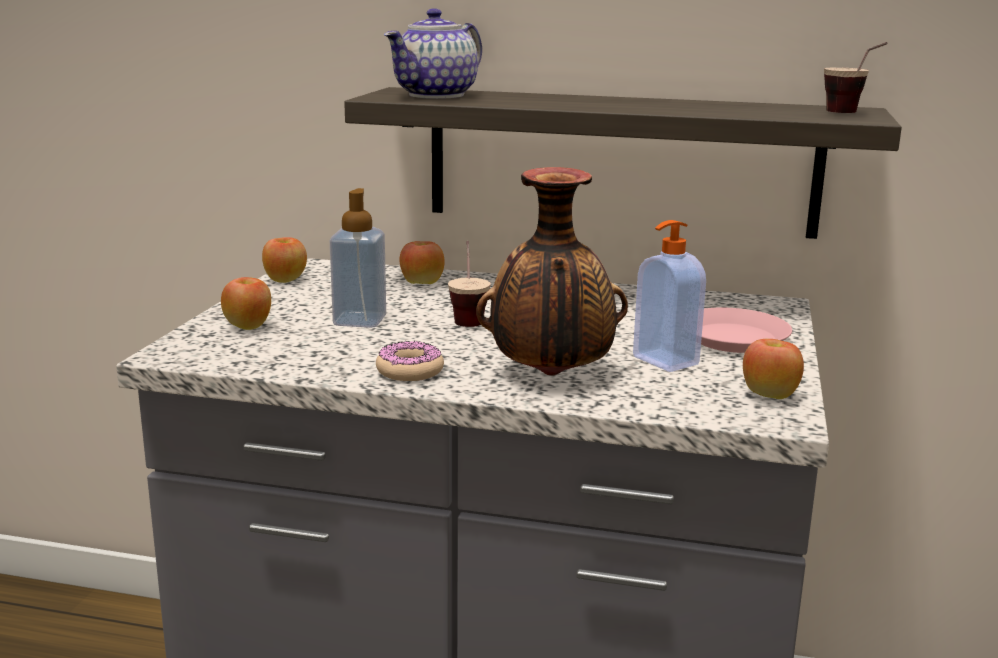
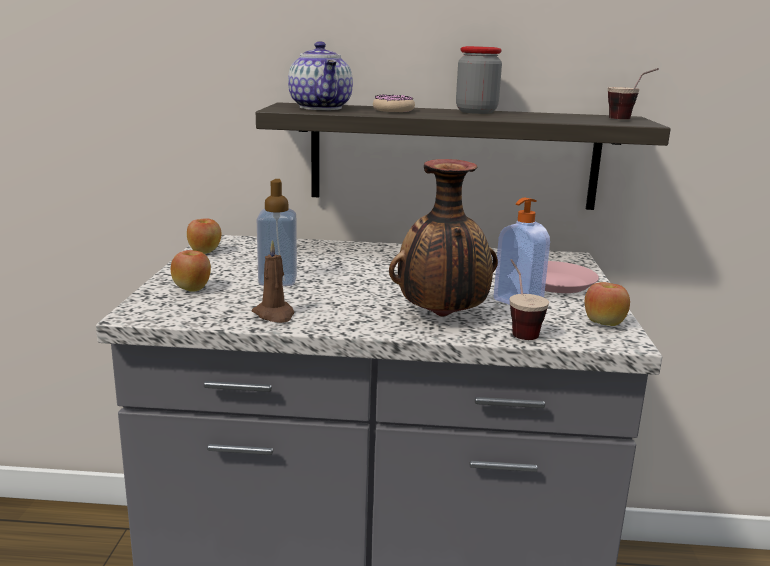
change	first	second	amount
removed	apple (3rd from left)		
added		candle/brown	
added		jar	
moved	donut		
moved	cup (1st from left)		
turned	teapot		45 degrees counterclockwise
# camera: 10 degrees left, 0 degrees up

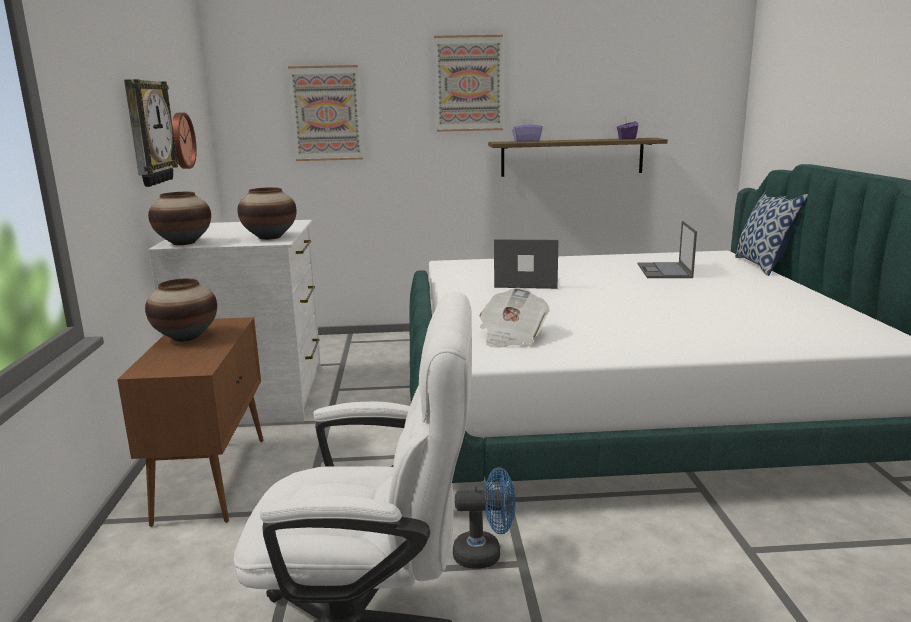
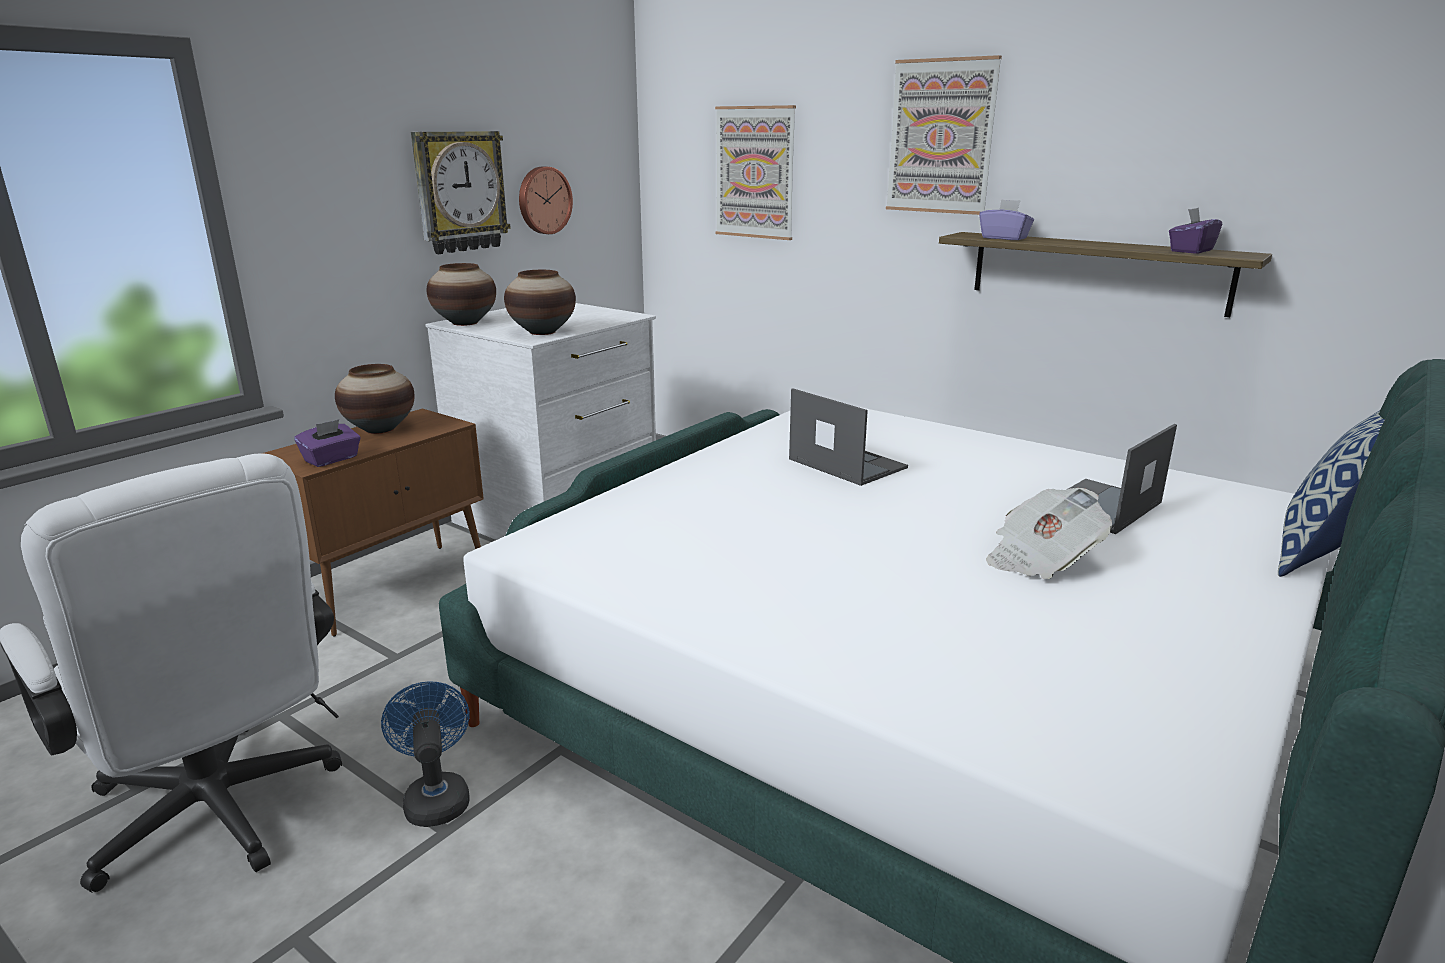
change	first	second	amount
added		tissue box/purple (1st from left)	
moved	newspaper		
turned	fan/blue		150 degrees counterclockwise
# camera: 40 degrees right, 5 degrees up

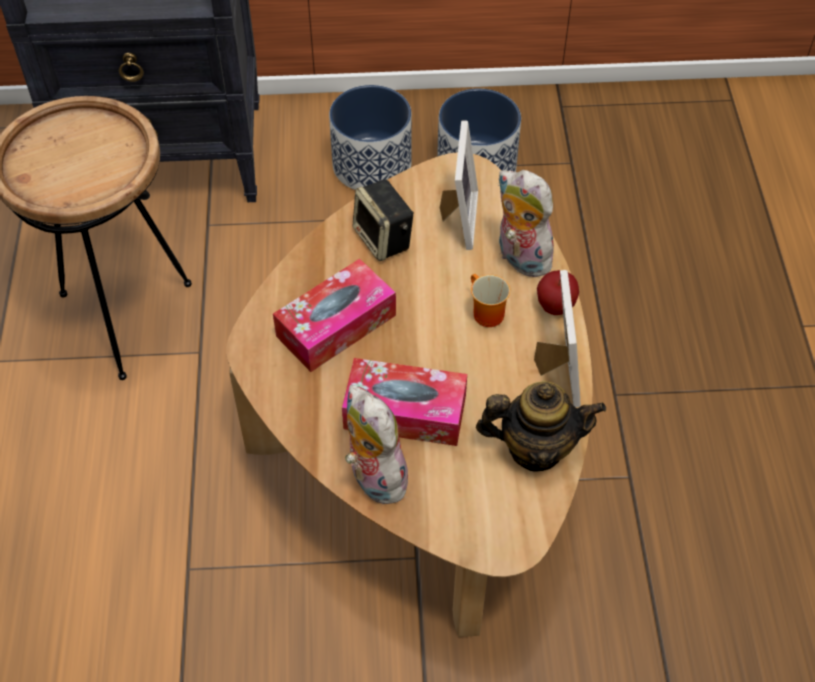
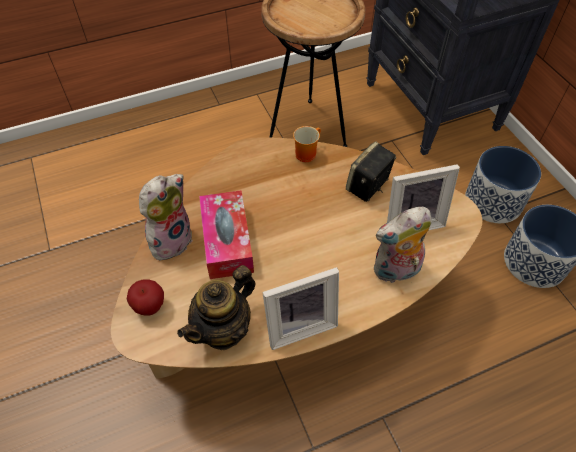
change	first	second	amount
removed	tissue box (1st from left)		
moved	mug		
moved	apple		
turned	teapot		60 degrees clockwise
turned	plush toy (2nd from left)		135 degrees counterclockwise
# camera: 70 degrees right, 0 degrees up

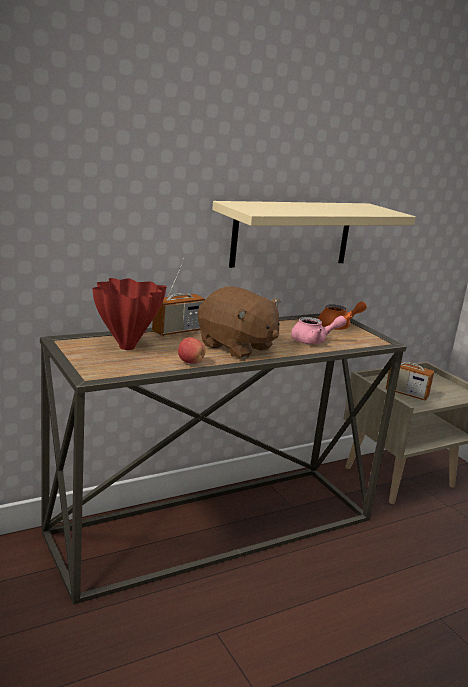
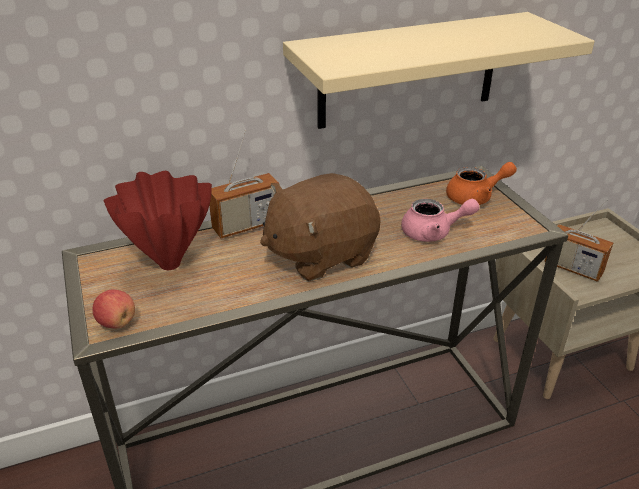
change	first	second	amount
moved	apple		
turned	plush toy/brown		105 degrees clockwise
# camera: 10 degrees right, 15 degrees up

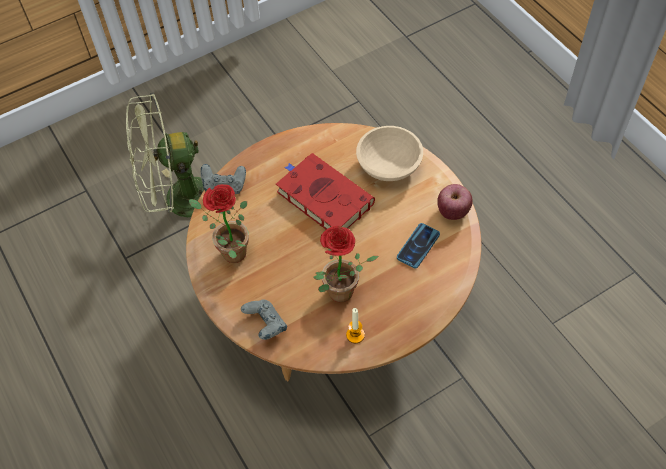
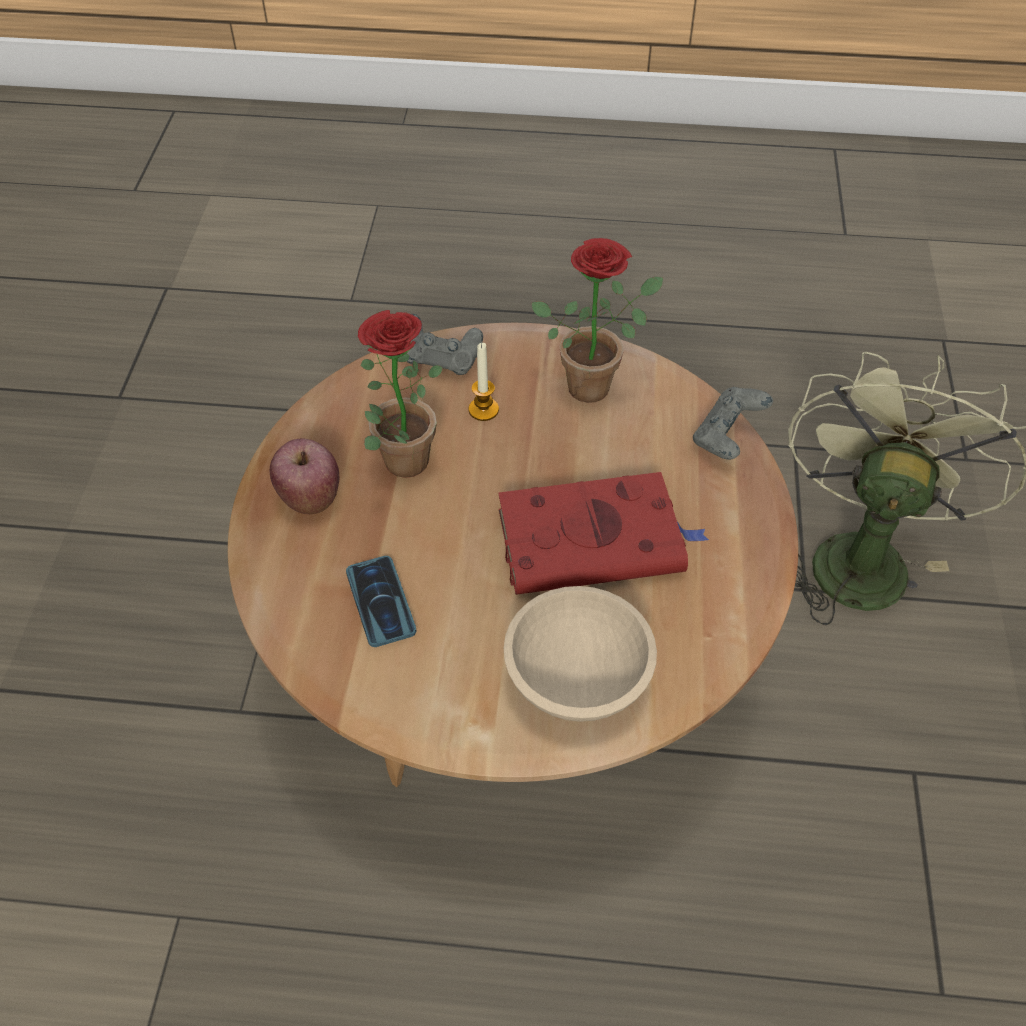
change	first	second	amount
moved	candle		
moved	apple		
# camera: 125 degrees right, 5 degrees down

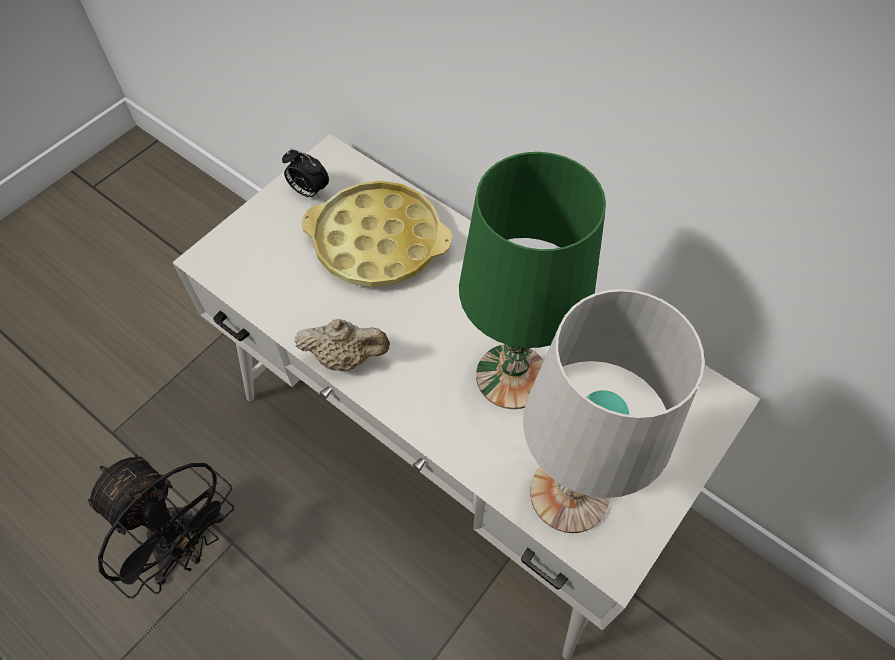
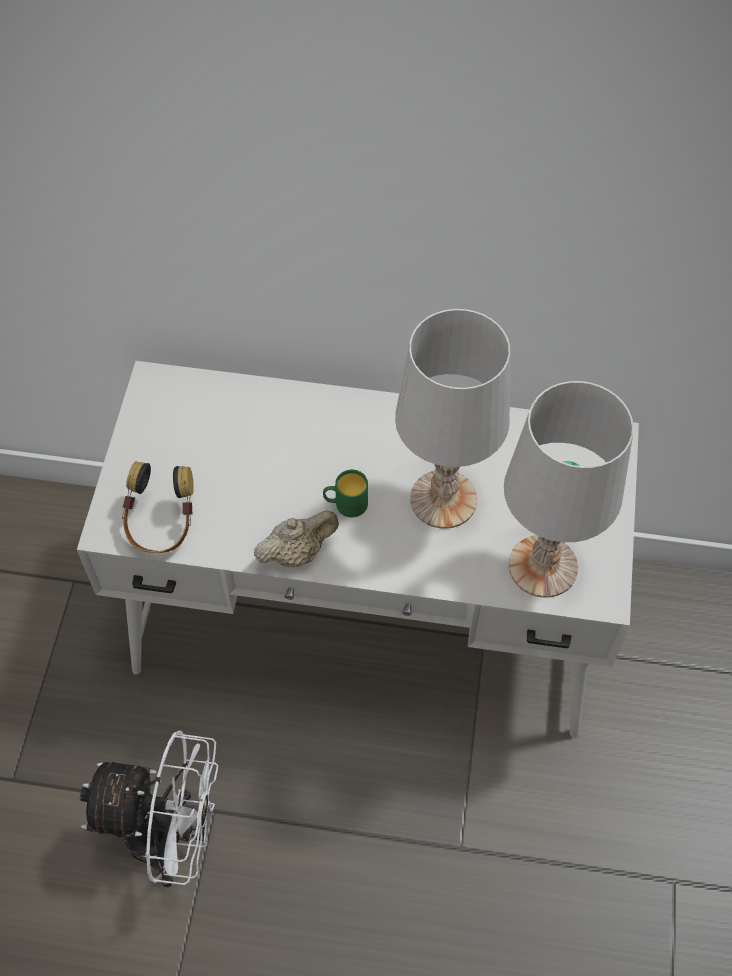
change	first	second	amount
removed	alarm clock		
removed	tray/yellow		
added		headphones	
added		mug/green	
recoloured	fan/black	fan/white	
recoloured	table lamp/green	table lamp/white (1st from left)	
# camera: 30 degrees left, 0 degrees up

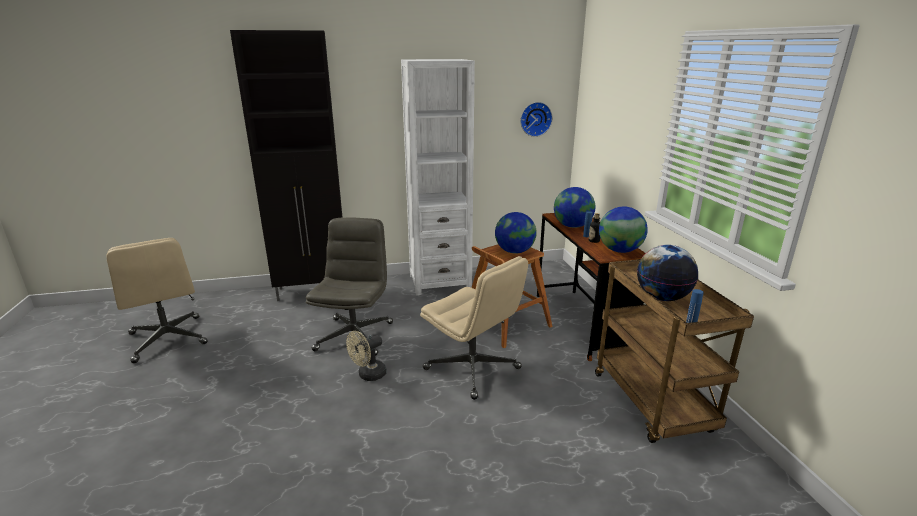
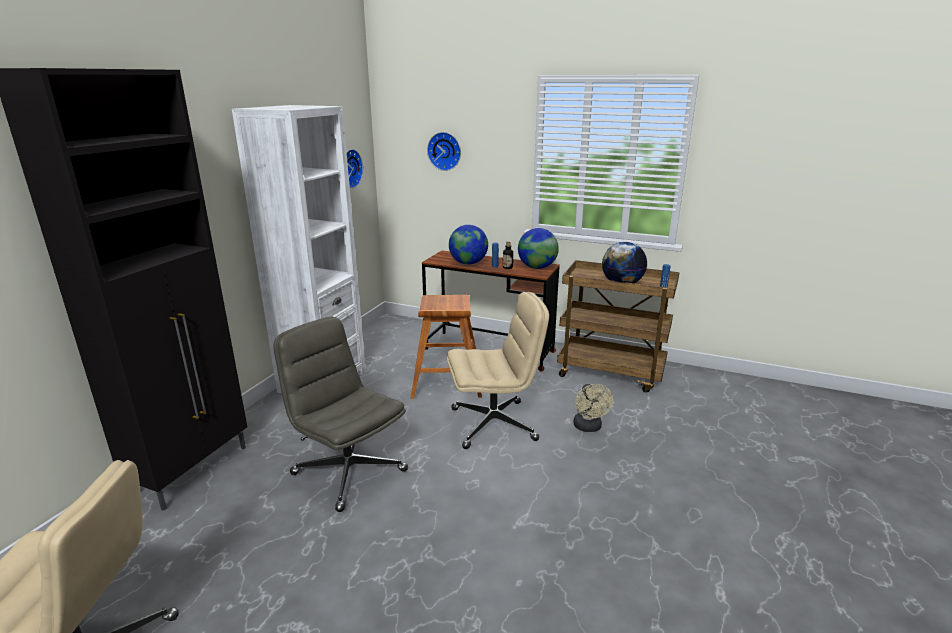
change	first	second	amount
removed	globe (1st from left)		
added		wall clock (2nd from left)	
moved	fan/beige		
# camera: 55 degrees left, 0 degrees up

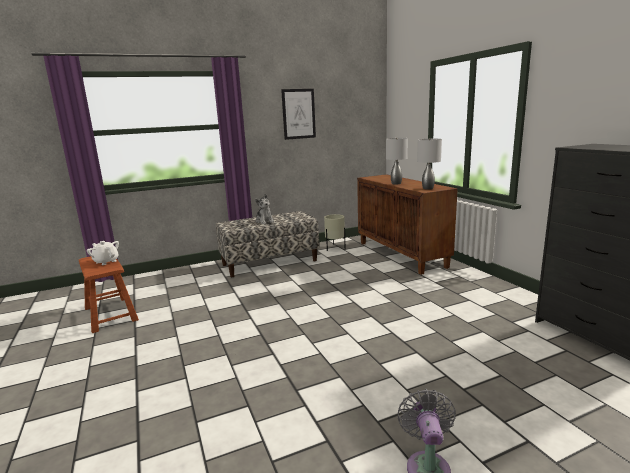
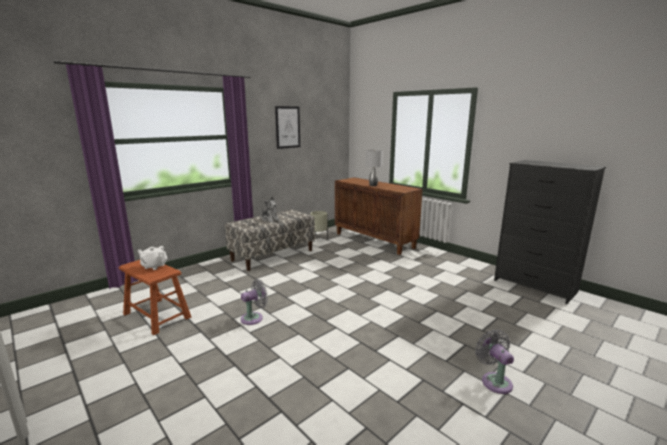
change	first	second	amount
removed	table lamp/grey (2nd from left)		
added		fan/grey (1st from left)	
# camera: 20 degrees left, 0 degrees up

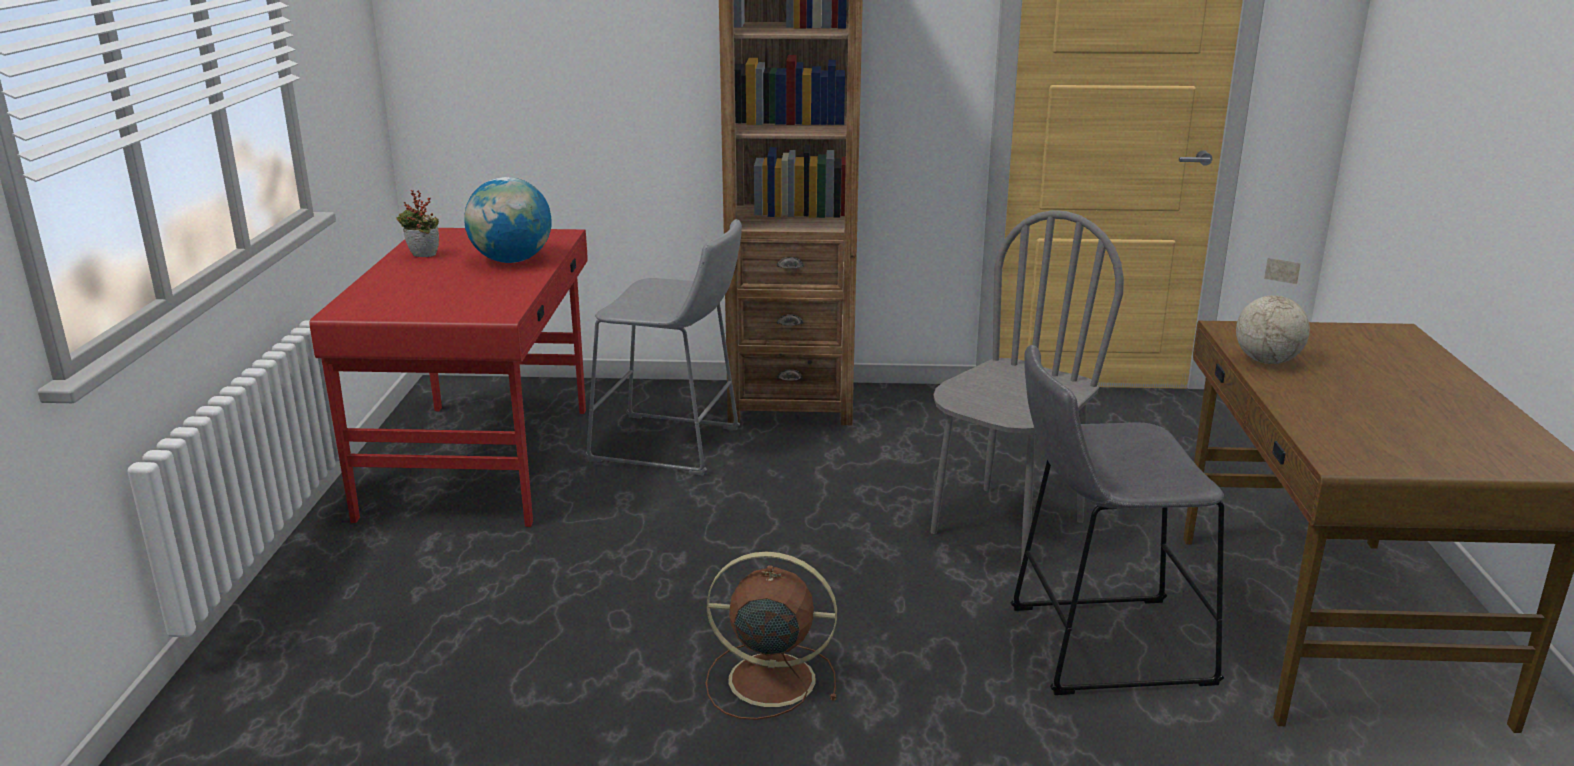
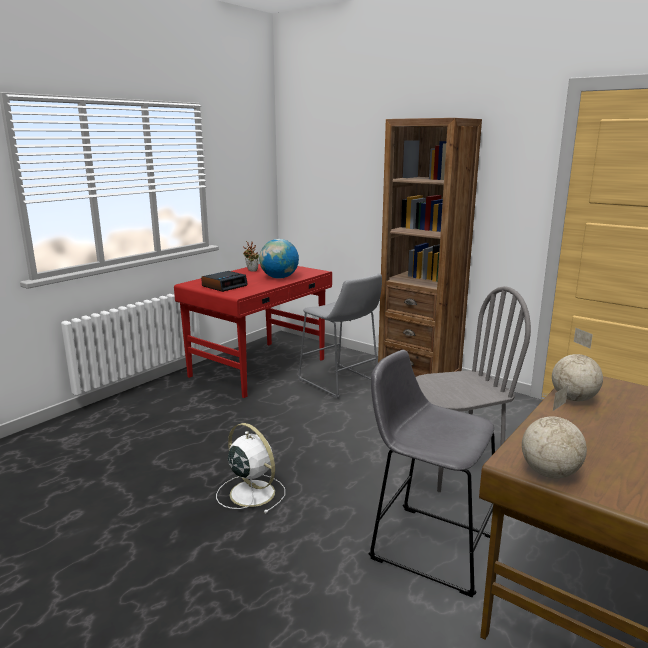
change	first	second	amount
added		alarm clock	
added		globe (2nd from left)	
recoloured	fan/brown	fan/white	
# camera: 35 degrees right, 5 degrees down

